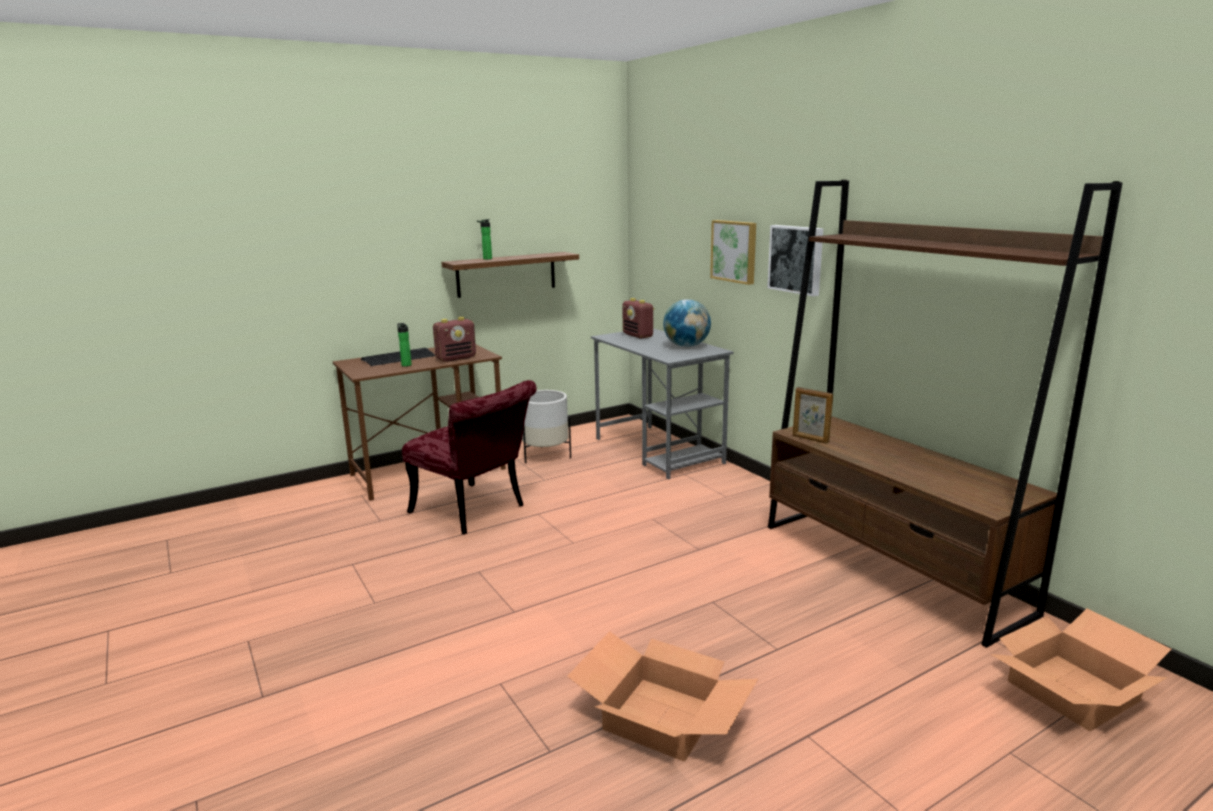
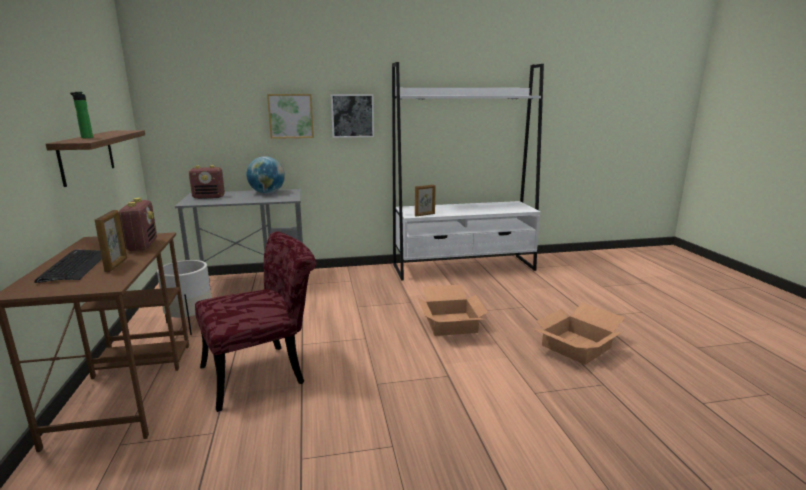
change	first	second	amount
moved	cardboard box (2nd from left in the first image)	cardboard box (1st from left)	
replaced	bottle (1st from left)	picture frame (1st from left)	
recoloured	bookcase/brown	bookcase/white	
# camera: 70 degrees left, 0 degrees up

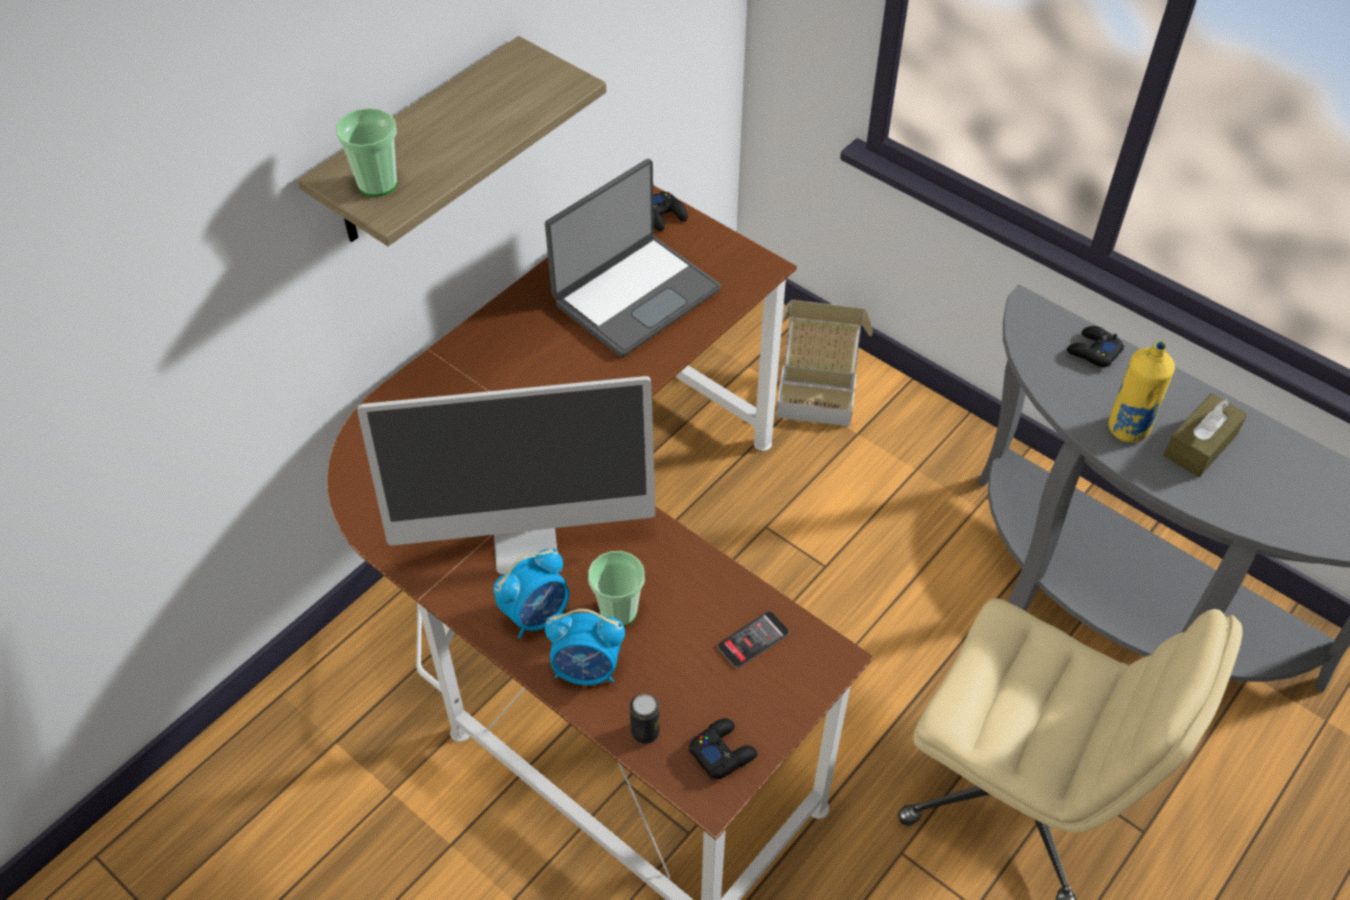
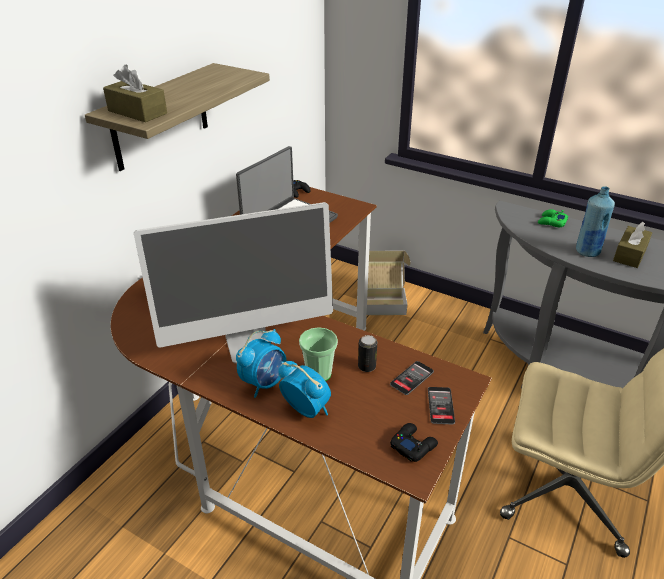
change	first	second	amount
added		phone (2nd from left)	
moved	can		
replaced	cup (1st from left)	tissue box/brown (1st from left)	
recoloured	game controller/black (3rd from left)	game controller/green	
recoloured	bottle/yellow	bottle/blue	
turned	alarm clock (2nd from left)		135 degrees counterclockwise
# camera: 10 degrees left, 15 degrees down

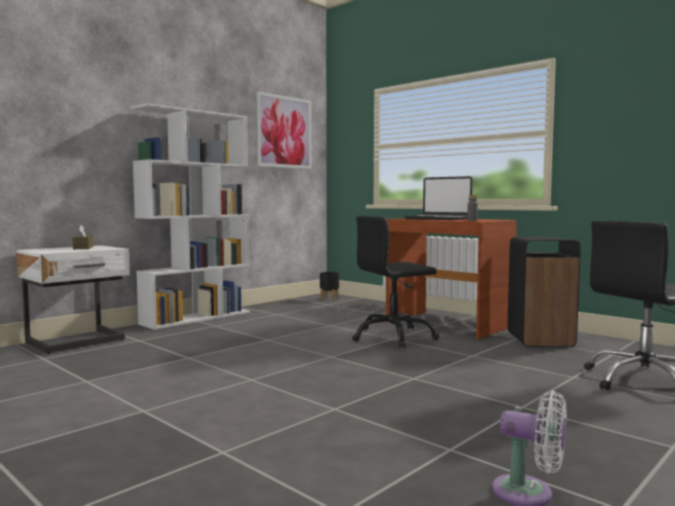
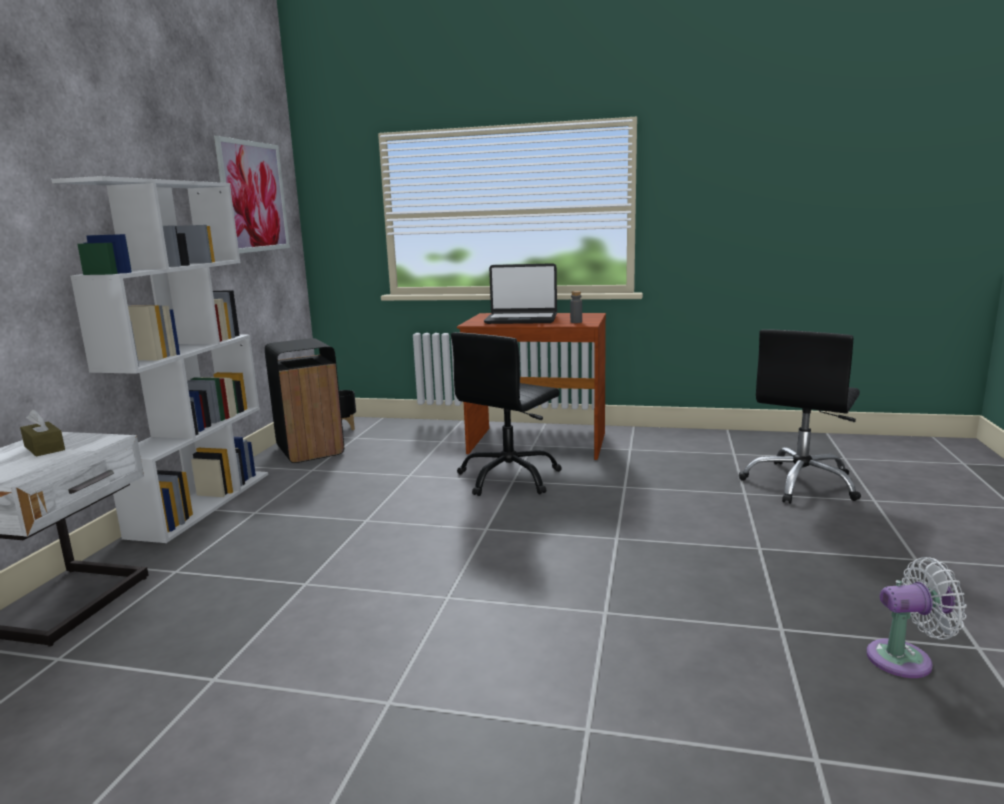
change	first	second	amount
moved	trash can/black		
# camera: 30 degrees left, 10 degrees up

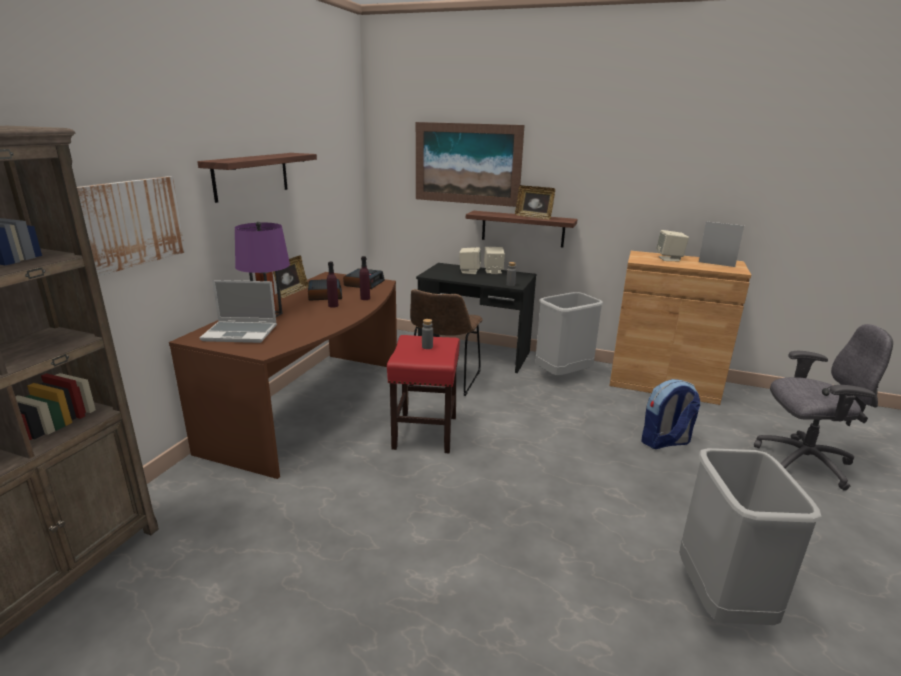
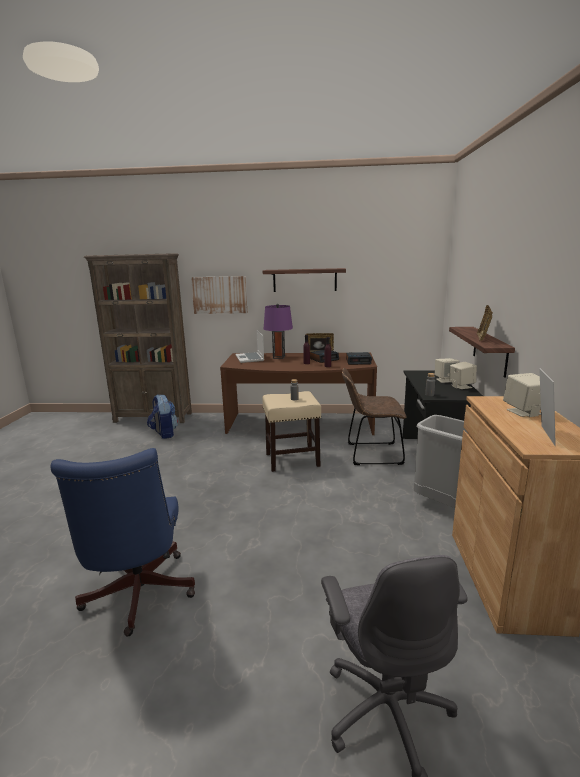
change	first	second	amount
removed	picture (2nd from left)		
moved	backpack		
replaced	trash can/grey (2nd from left)	office chair/blue	
recoloured	stool/red	stool/beige	
# camera: 75 degrees right, 5 degrees down

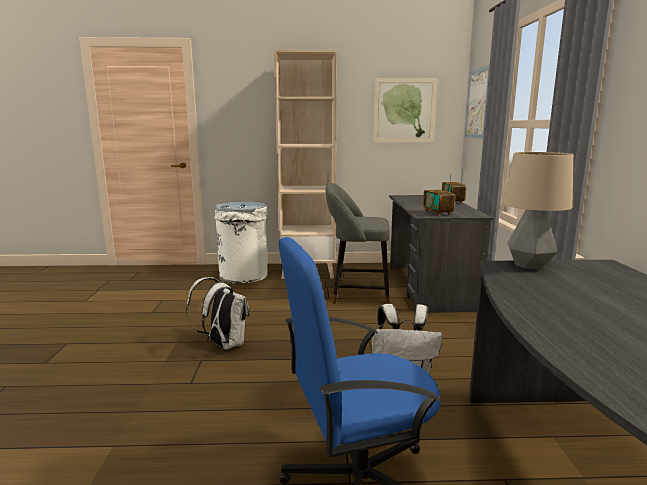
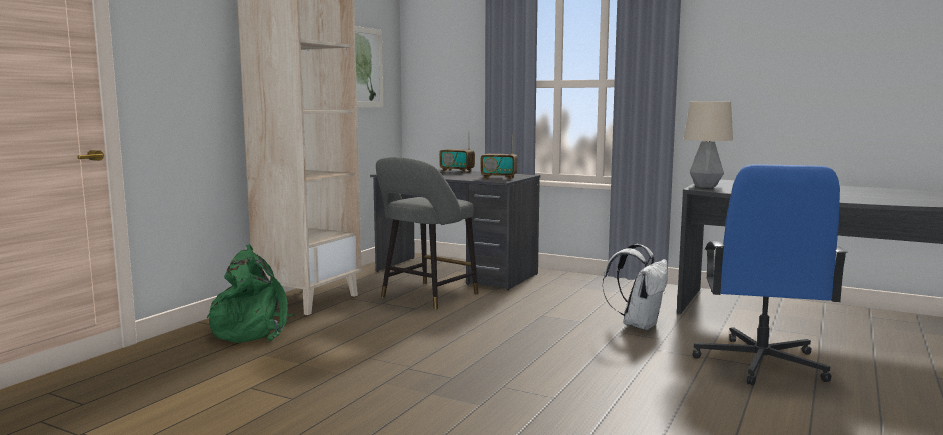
change	first	second	amount
removed	backpack/white (1st from left)		
removed	picture (2nd from left)		
replaced	trash can/white	backpack/green	
# camera: 60 degrees left, 5 degrees down

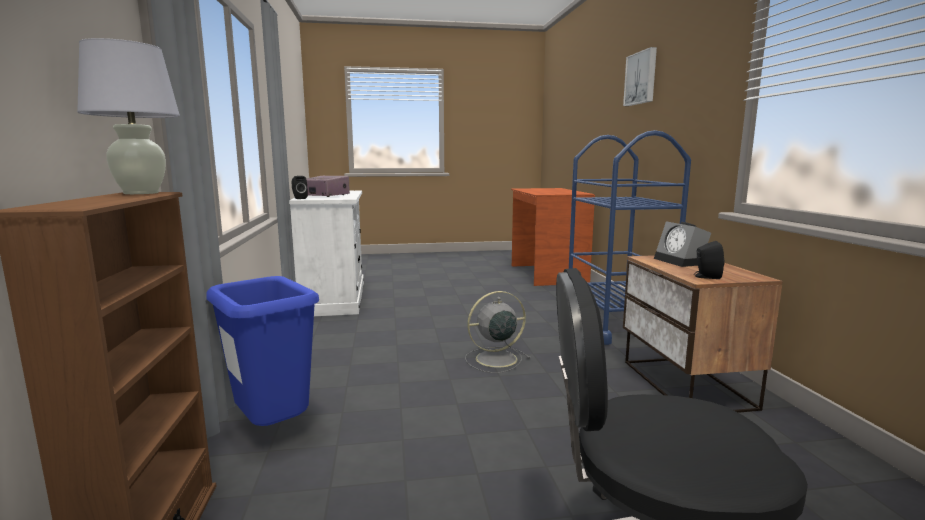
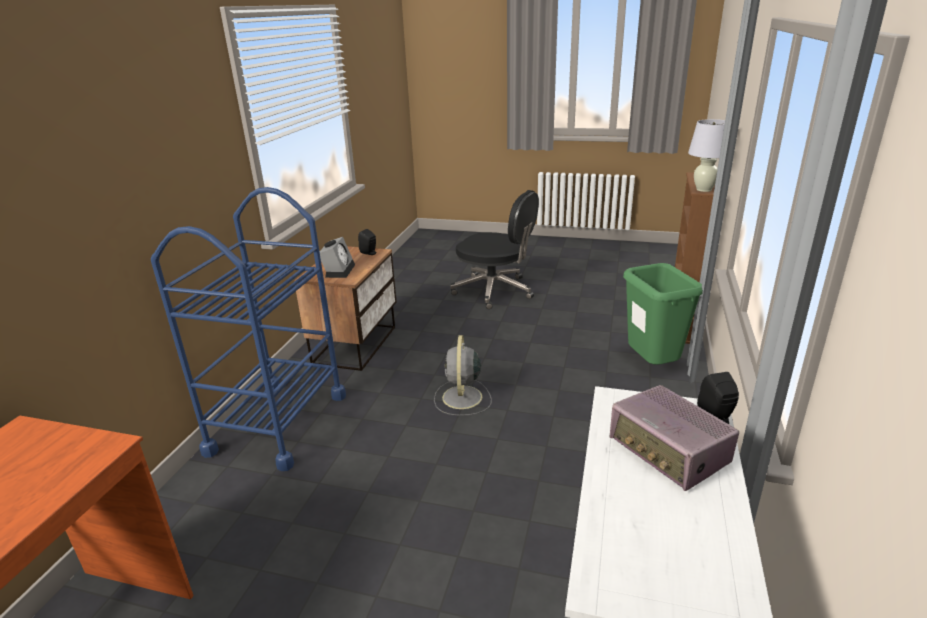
change	first	second	amount
removed	picture		
recoloured	trash can/blue	trash can/green	
turned	fan/grey		90 degrees clockwise
# camera: 155 degrees left, 15 degrees up

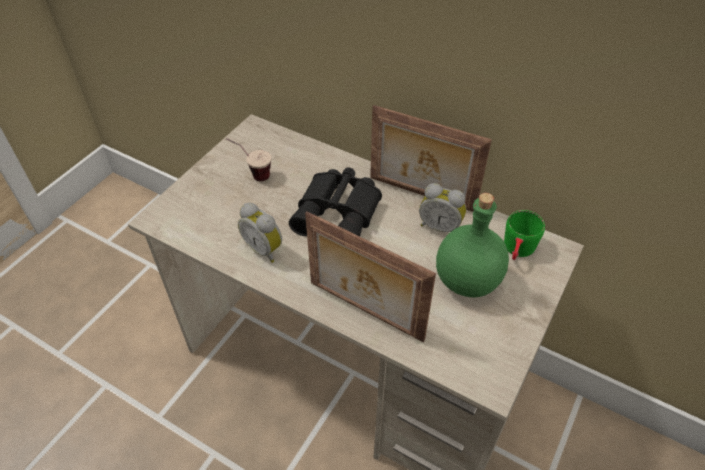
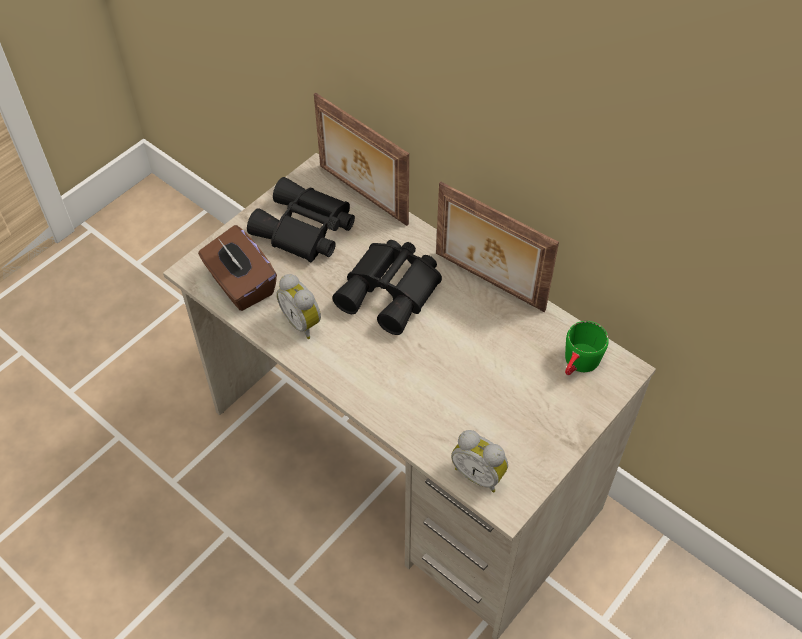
change	first	second	amount
removed	bottle/green		
added		tissue box/brown	
moved	picture frame (1st from left)		
moved	alarm clock (2nd from left)		
replaced	cup	binoculars/black (1st from left)	
# camera: 10 degrees right, 5 degrees up

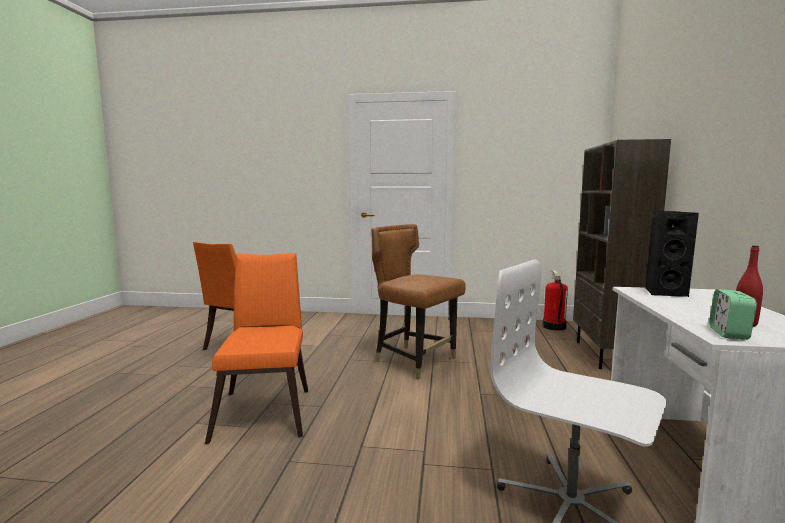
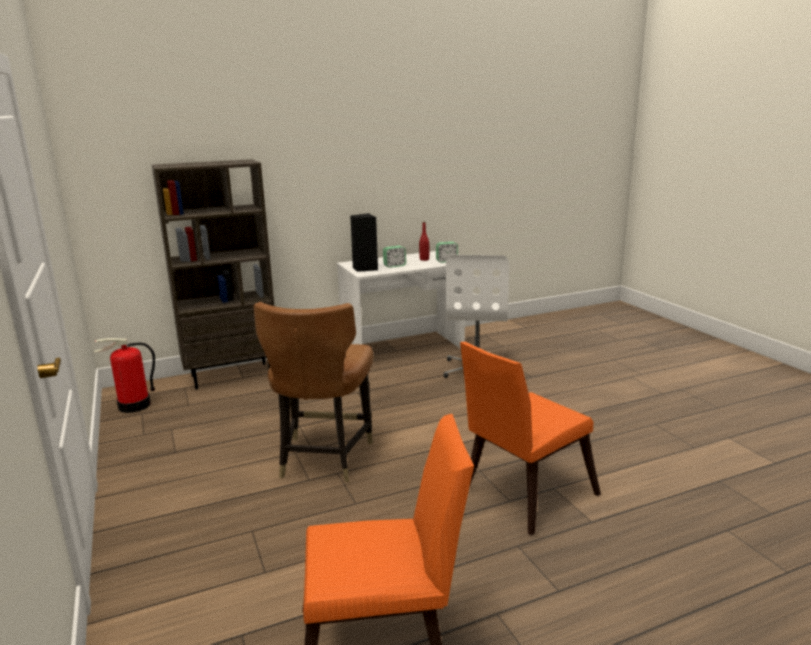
change	first	second	amount
added		alarm clock (1st from left)	
# camera: 120 degrees left, 10 degrees up

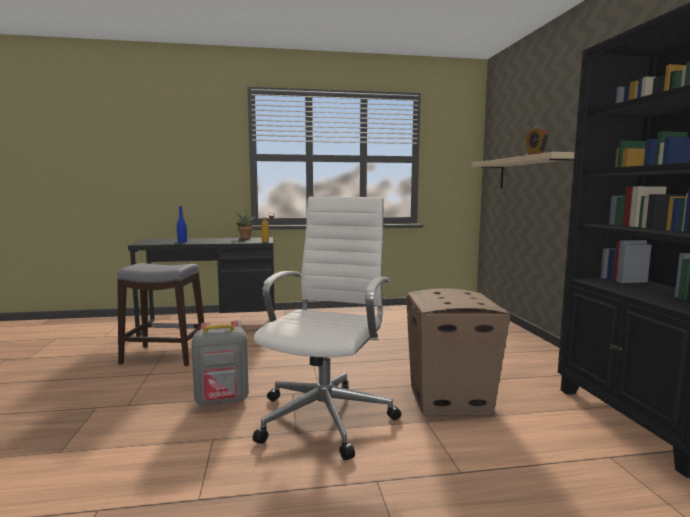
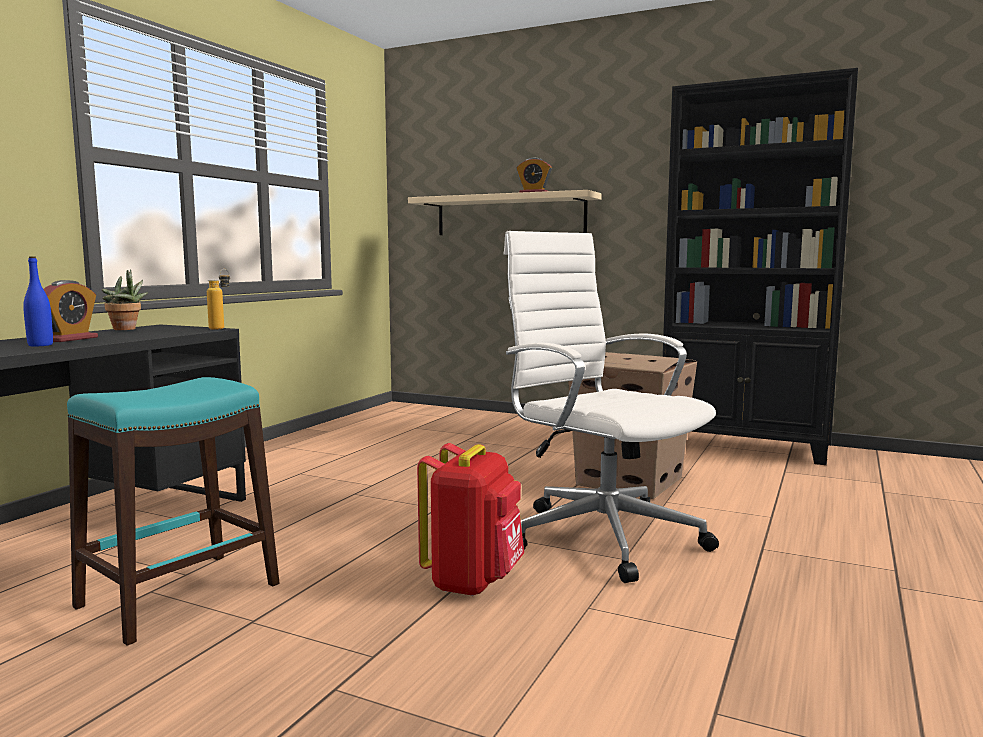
change	first	second	amount
added		alarm clock (1st from left)	
recoloured	stool/grey	stool/turquoise	
recoloured	backpack/grey	backpack/red	
# camera: 55 degrees left, 0 degrees up

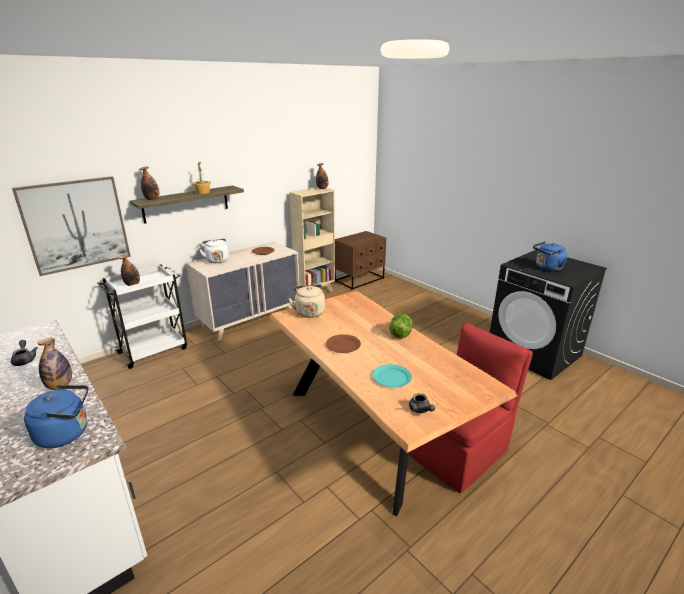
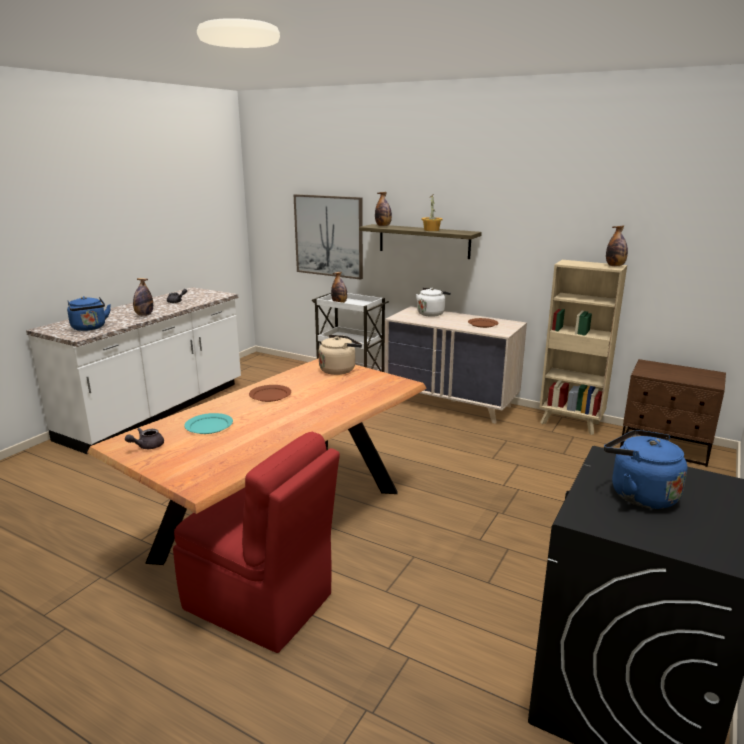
change	first	second	amount
removed	lettuce		
# camera: 70 degrees right, 5 degrees down

